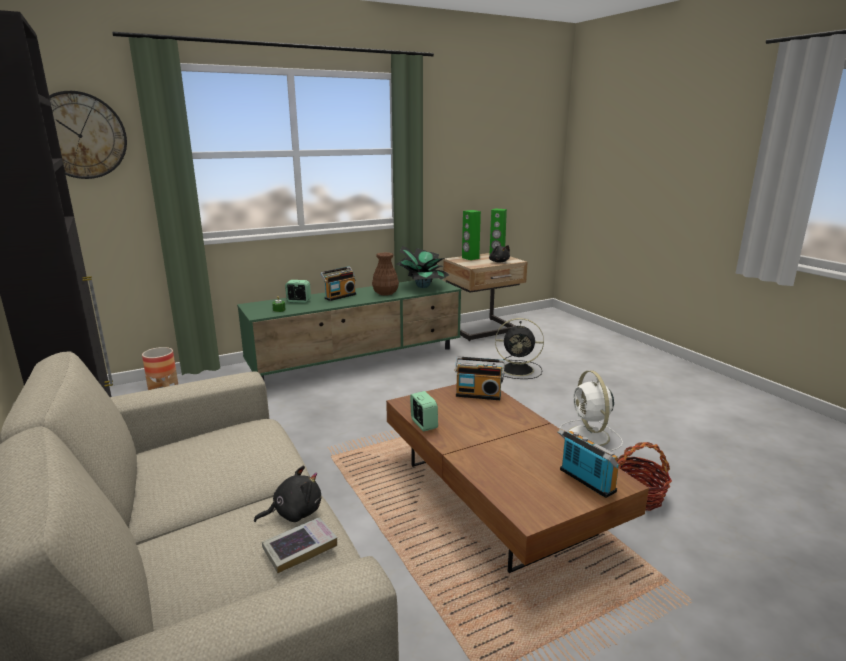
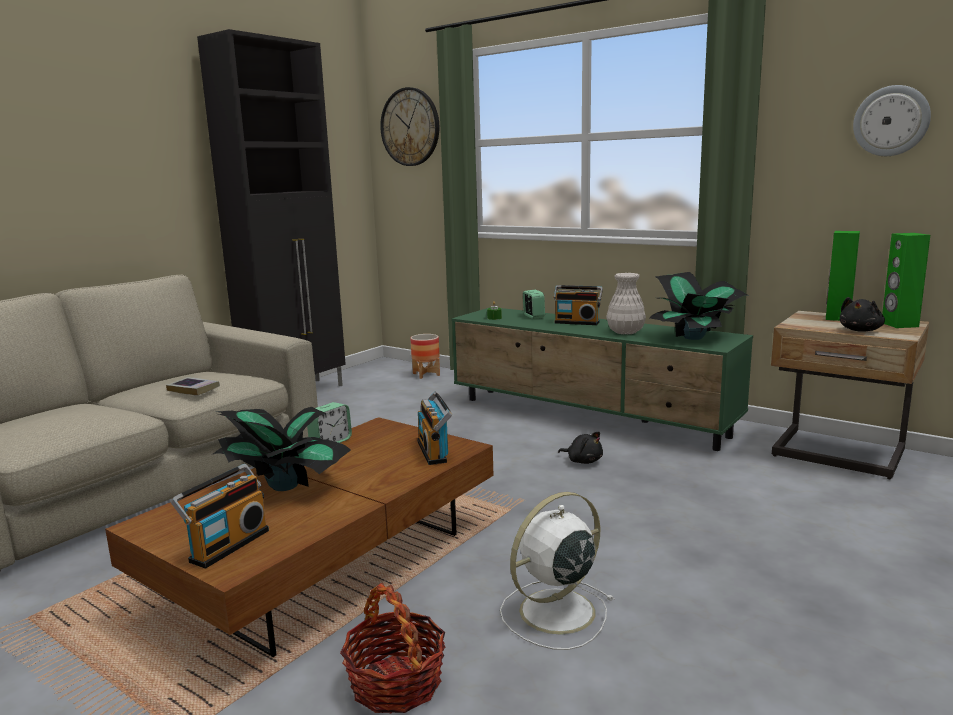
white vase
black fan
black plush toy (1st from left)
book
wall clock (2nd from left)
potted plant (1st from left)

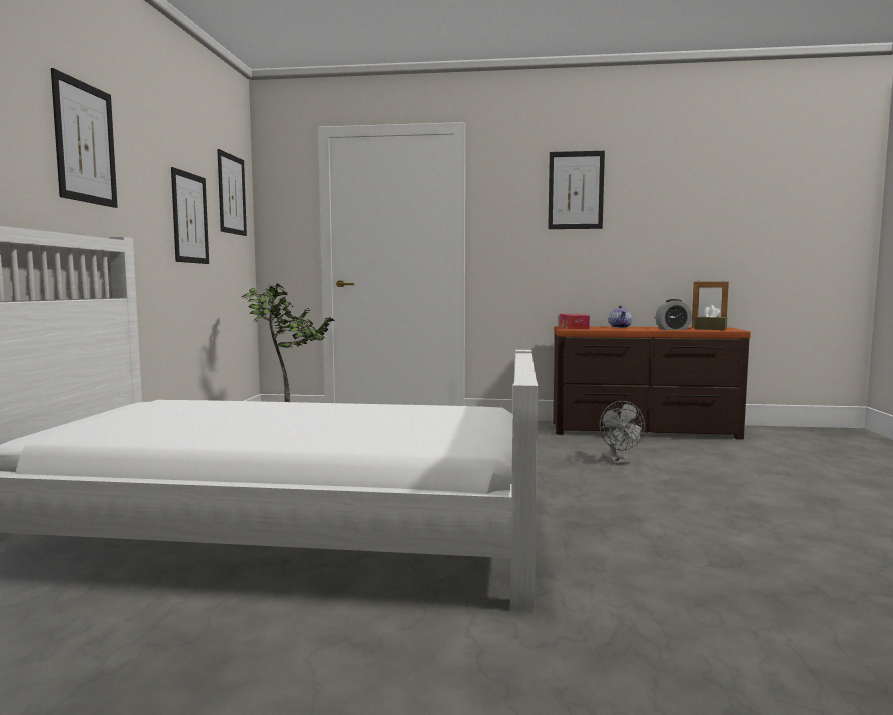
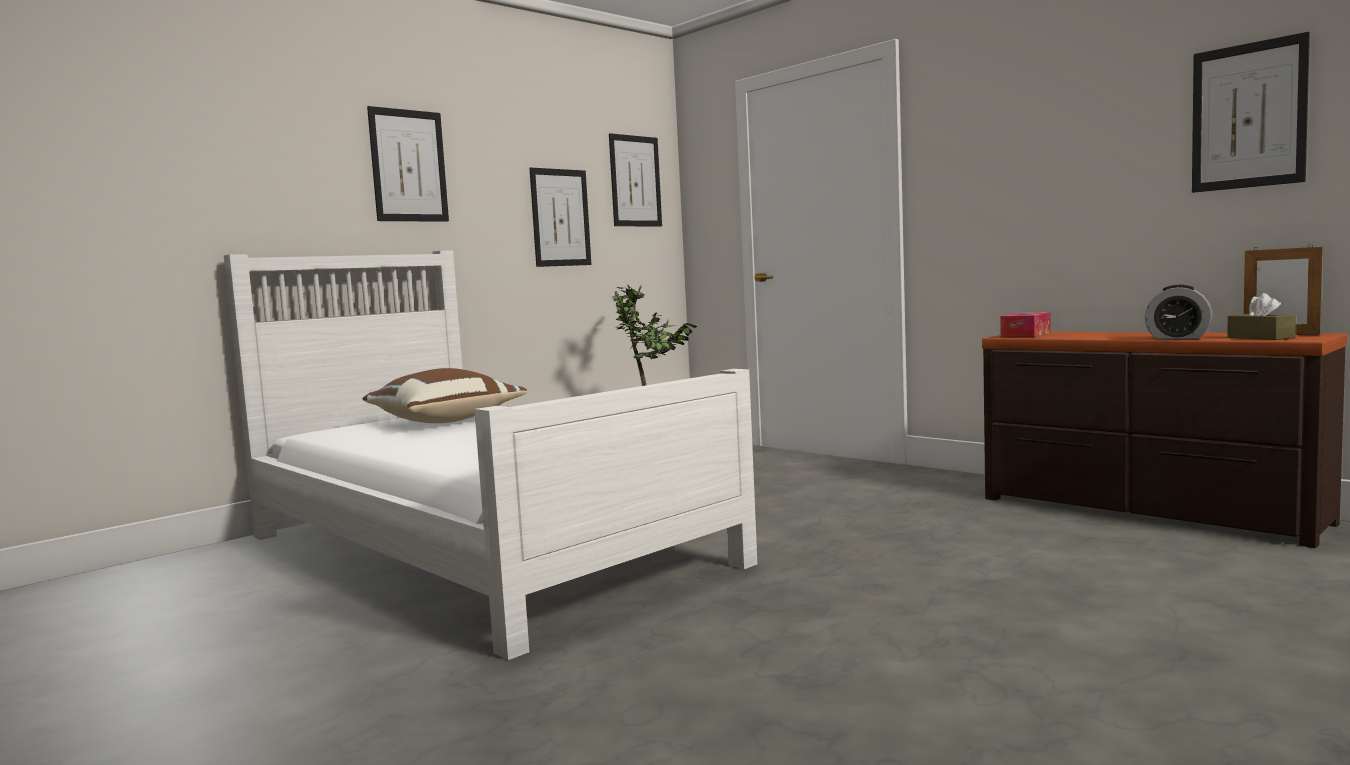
picture (4th from left)
teapot
grey fan
brown pillow

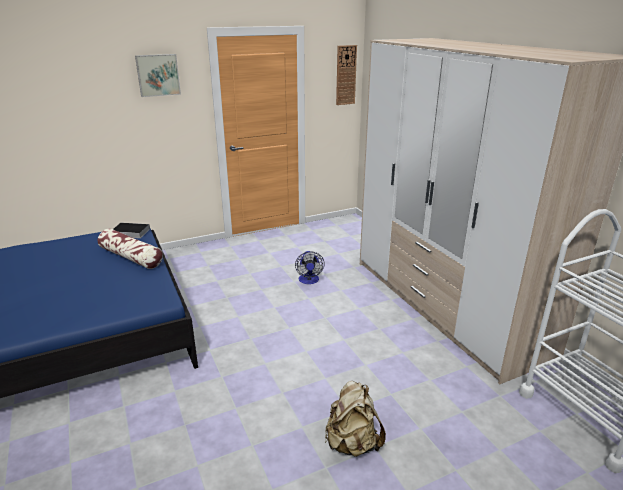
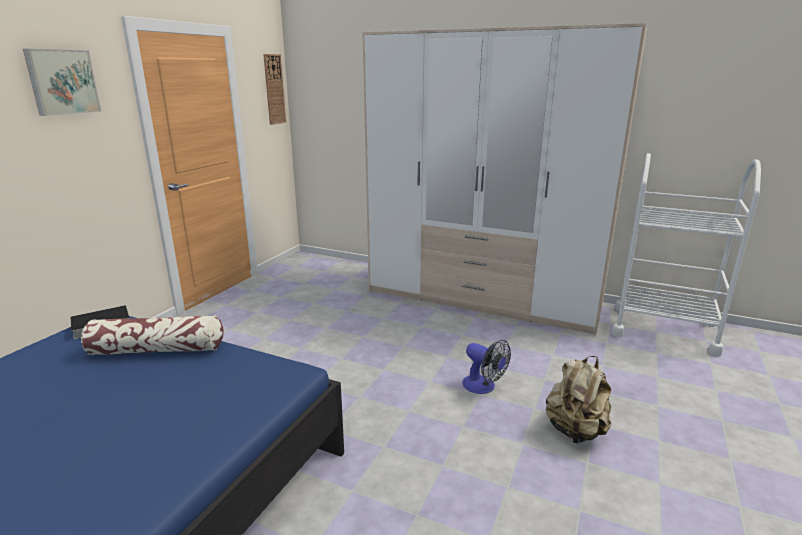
fan

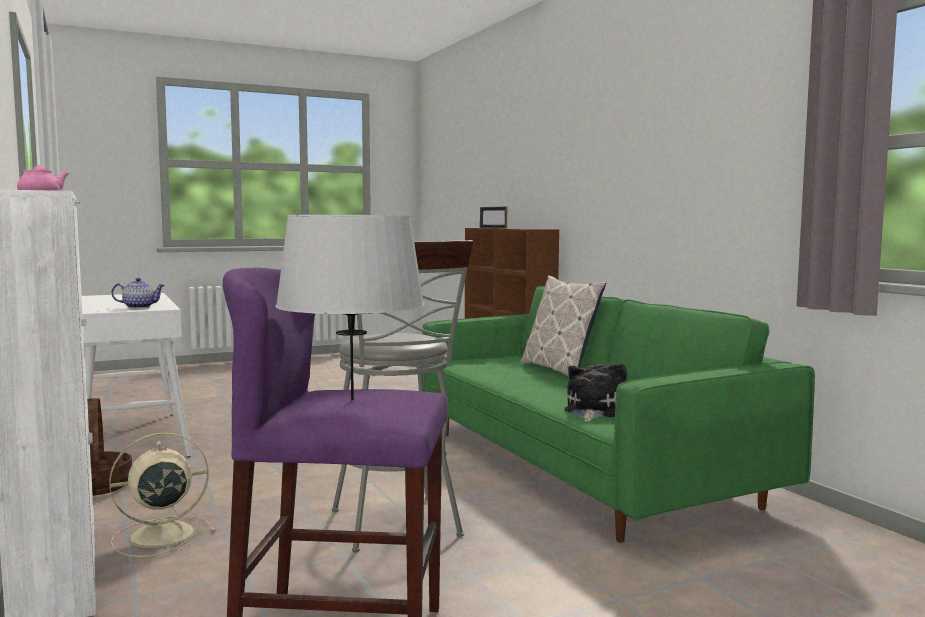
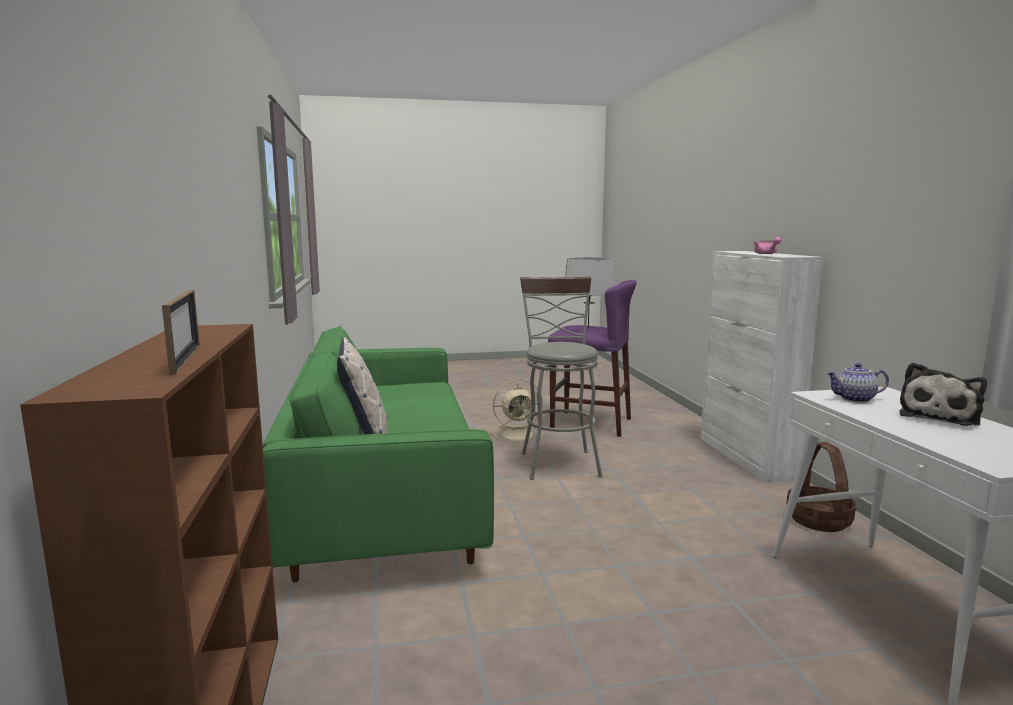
plush toy
beige fan

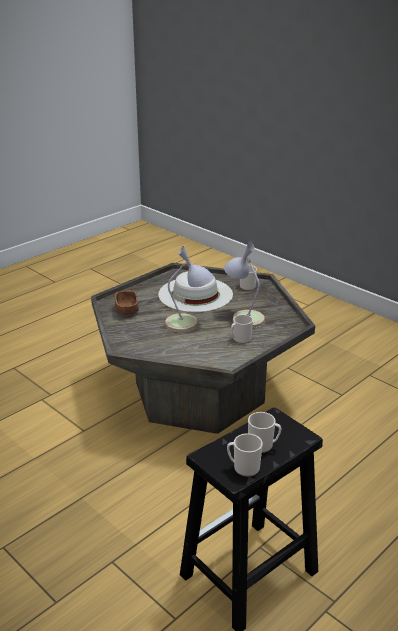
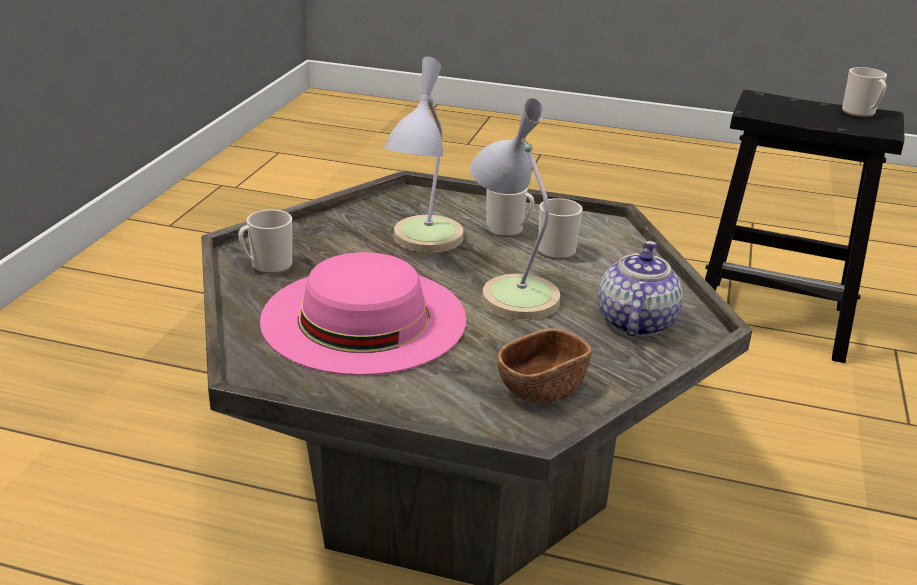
pink hat
mug (3rd from left)
teapot

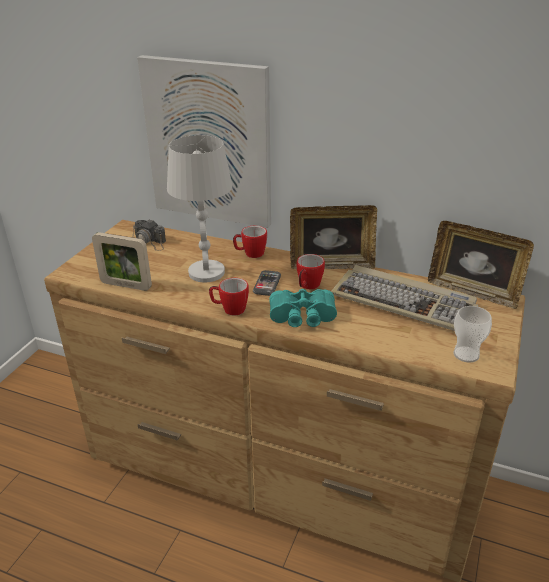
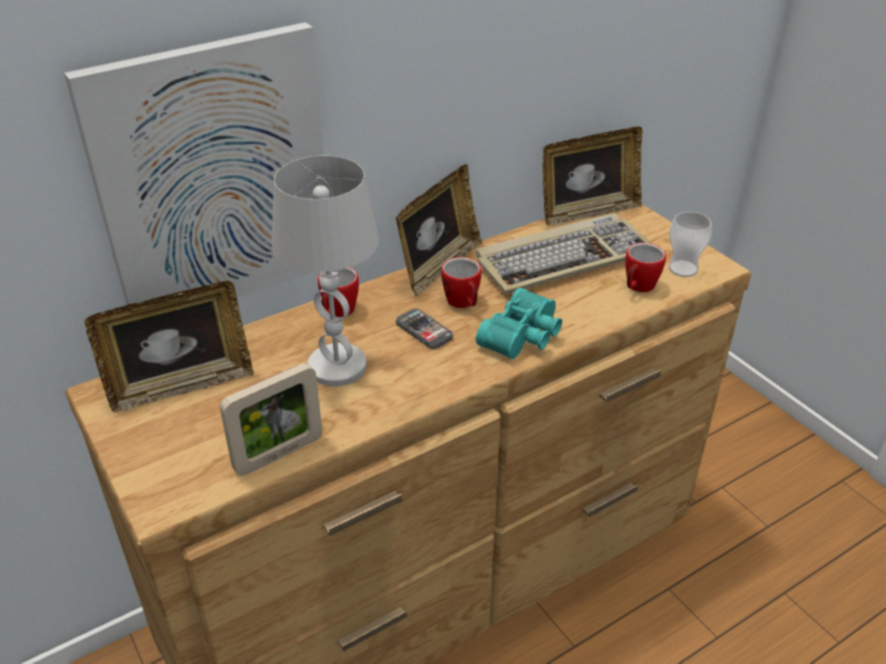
picture frame (1st from left)
mug (3rd from left)

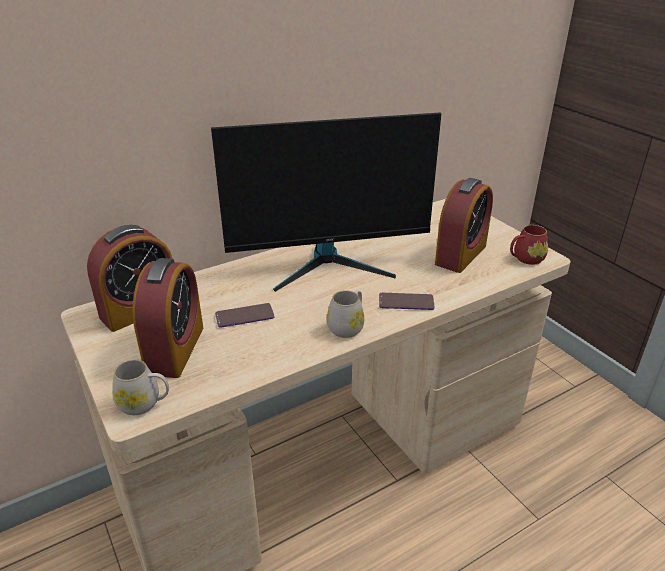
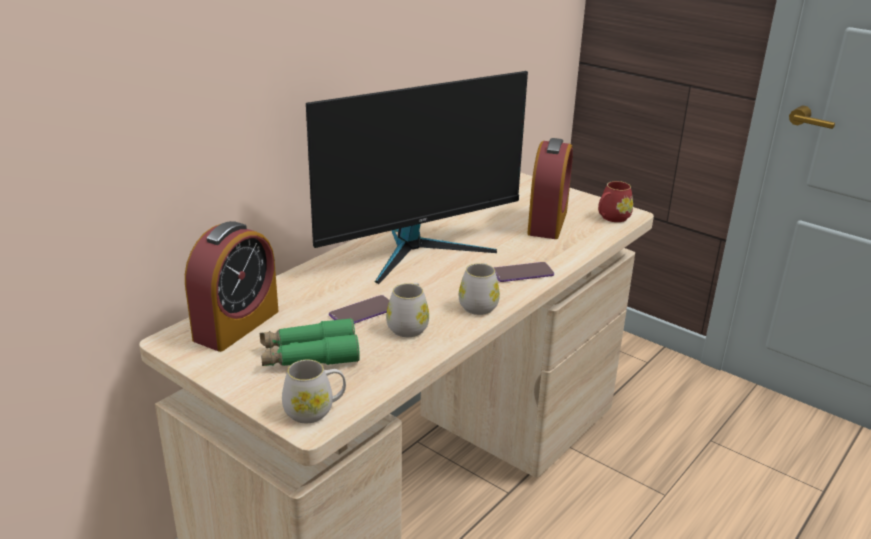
green binoculars
white mug (2nd from left)

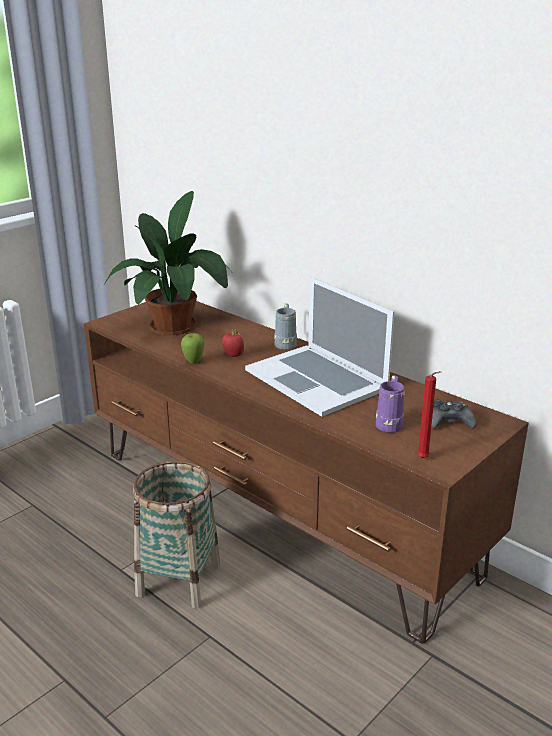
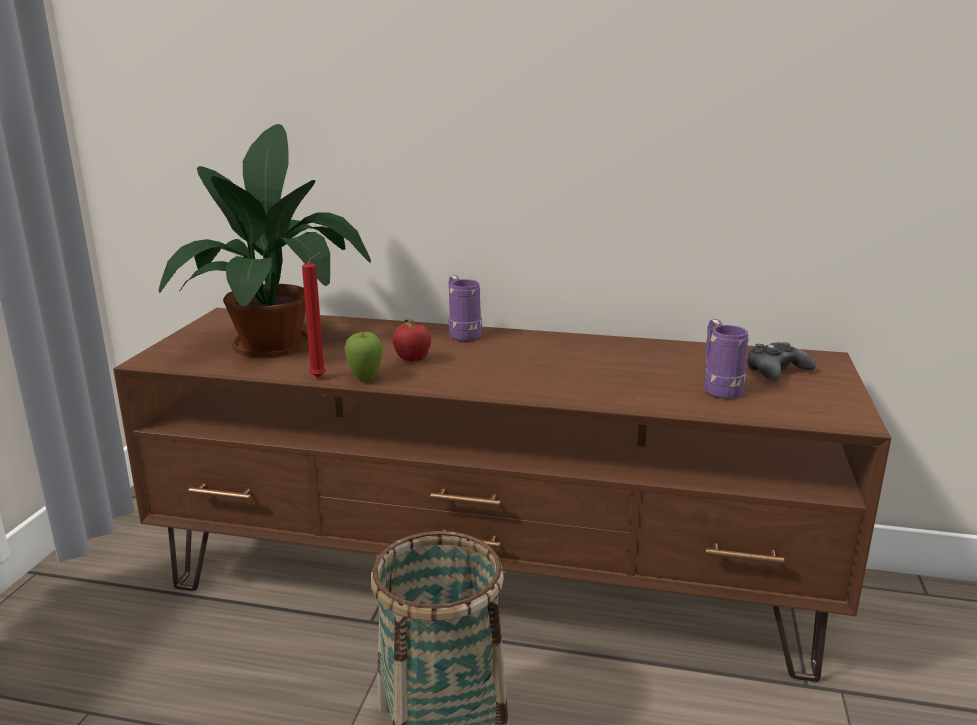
laptop
purple mug (1st from left)
red candle

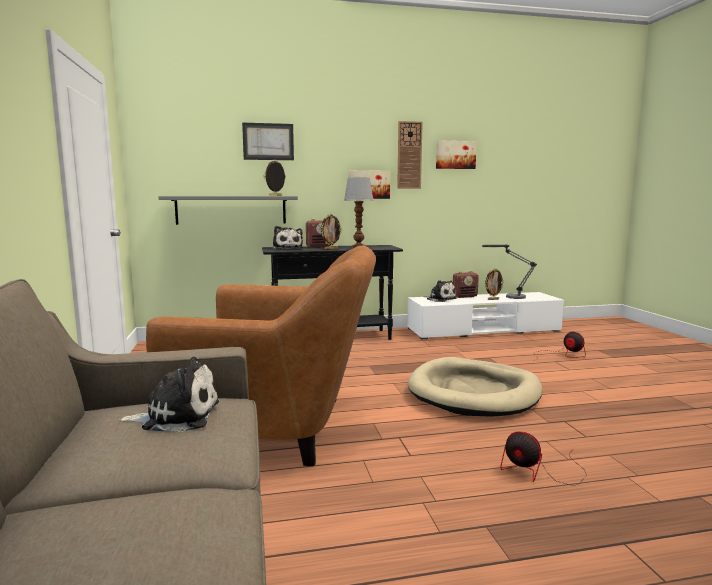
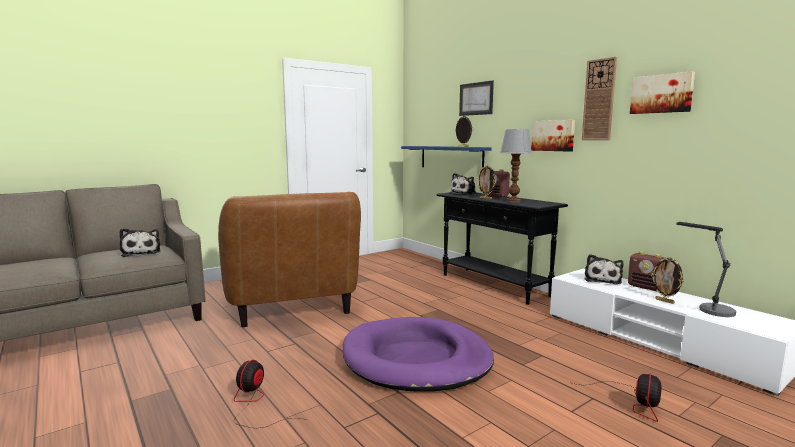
blue shelf
purple dog bed

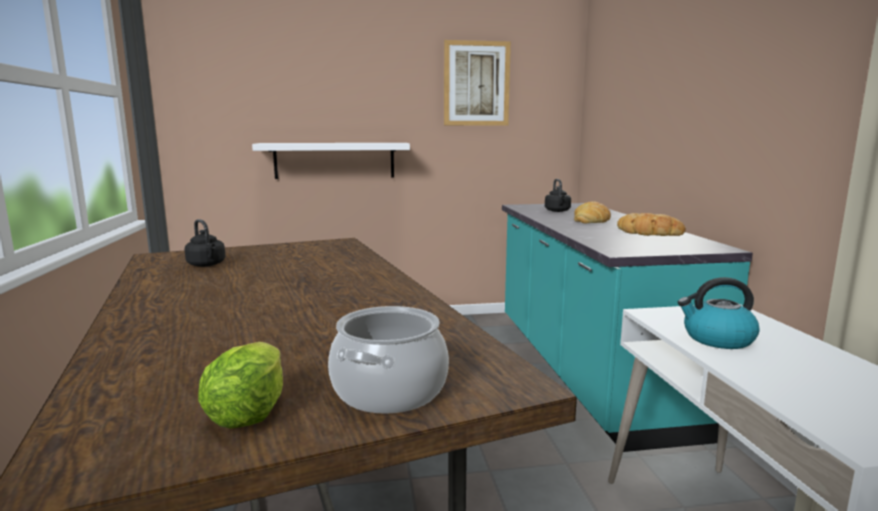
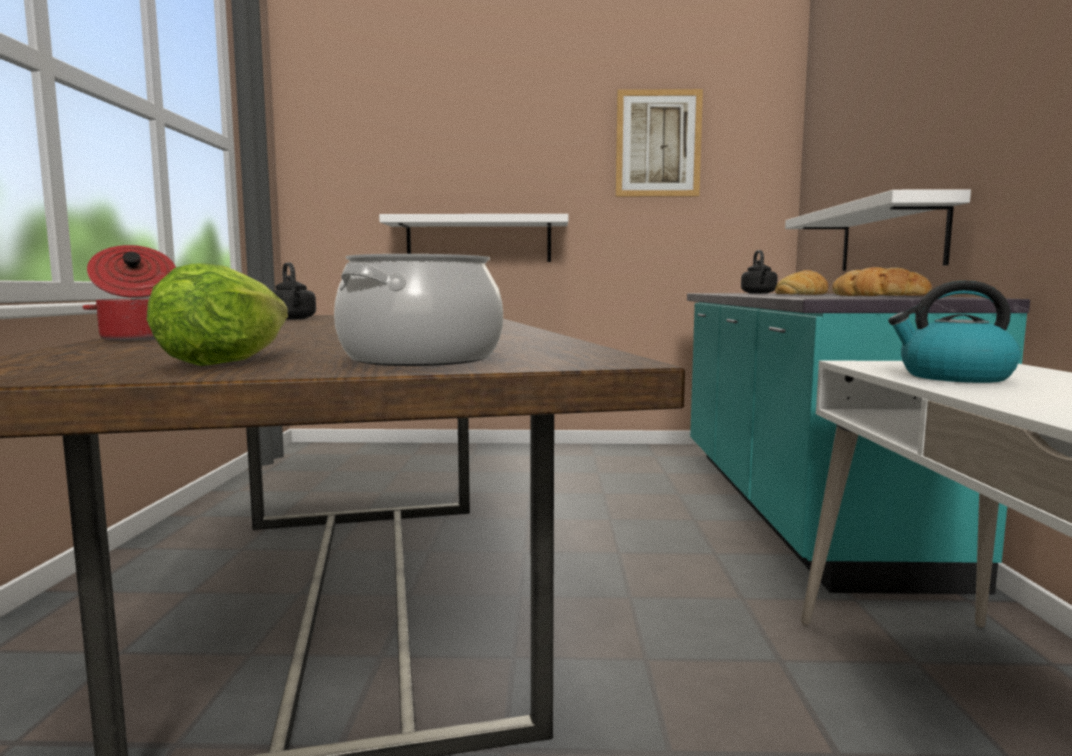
white shelf (2nd from left)
cooking pot (1st from left)

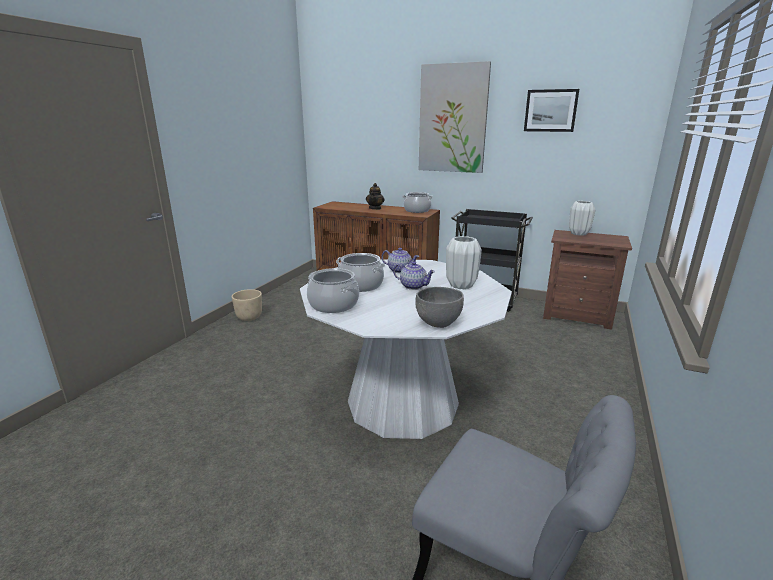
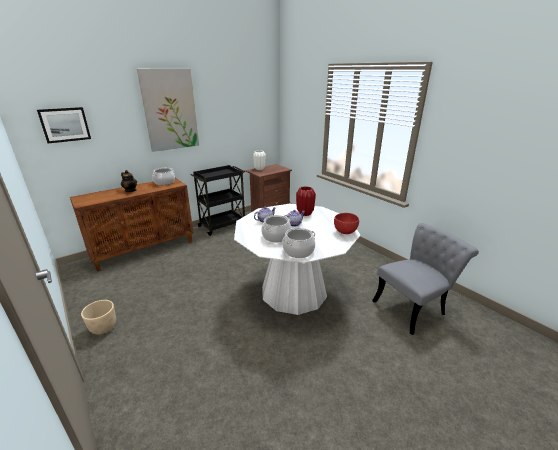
picture (1st from left)
red vase
red bowl

